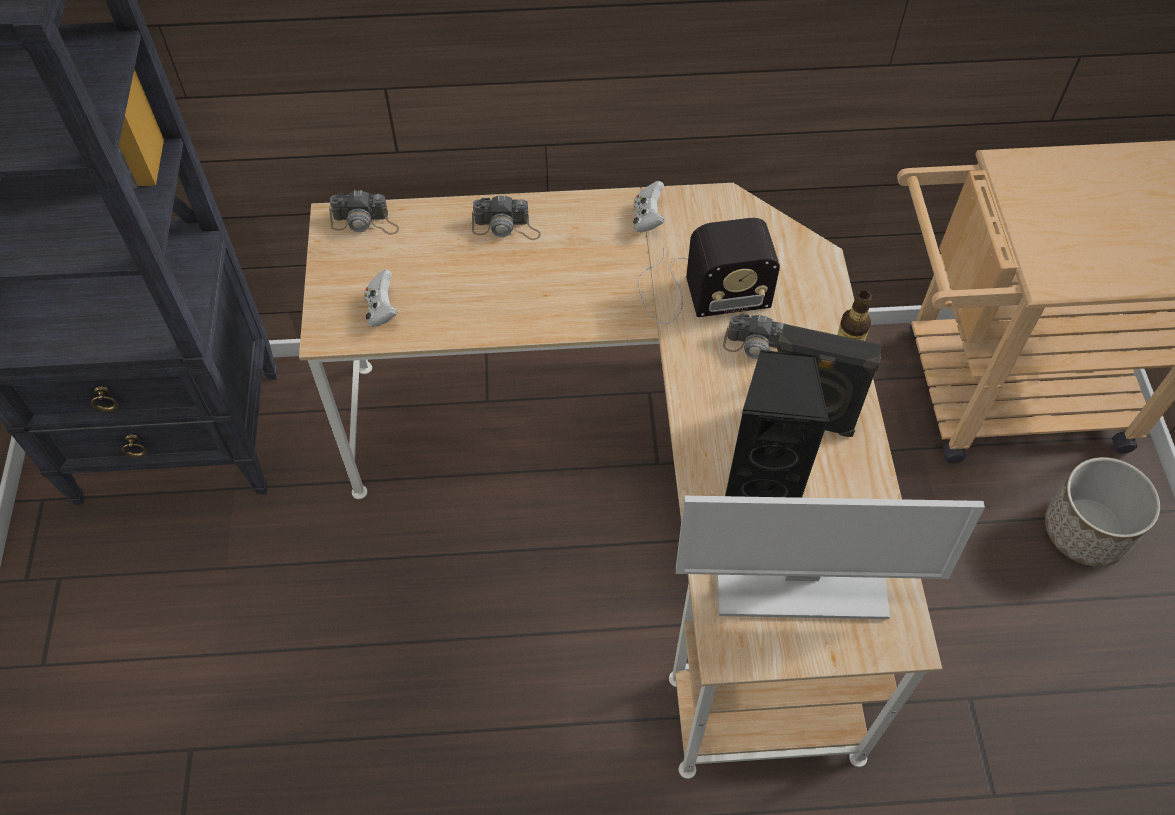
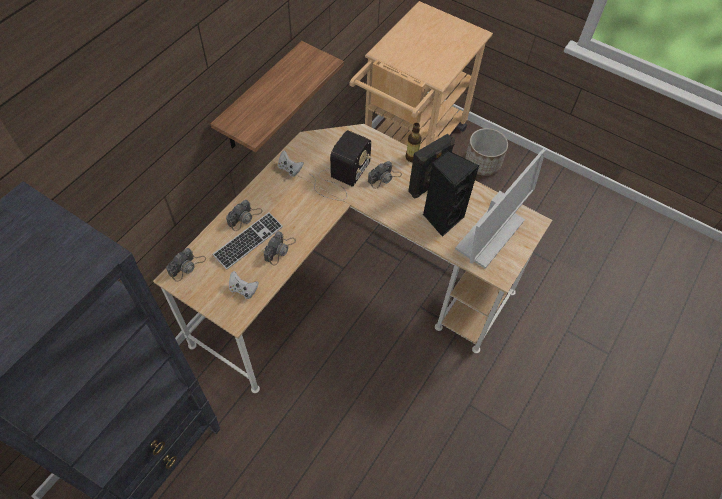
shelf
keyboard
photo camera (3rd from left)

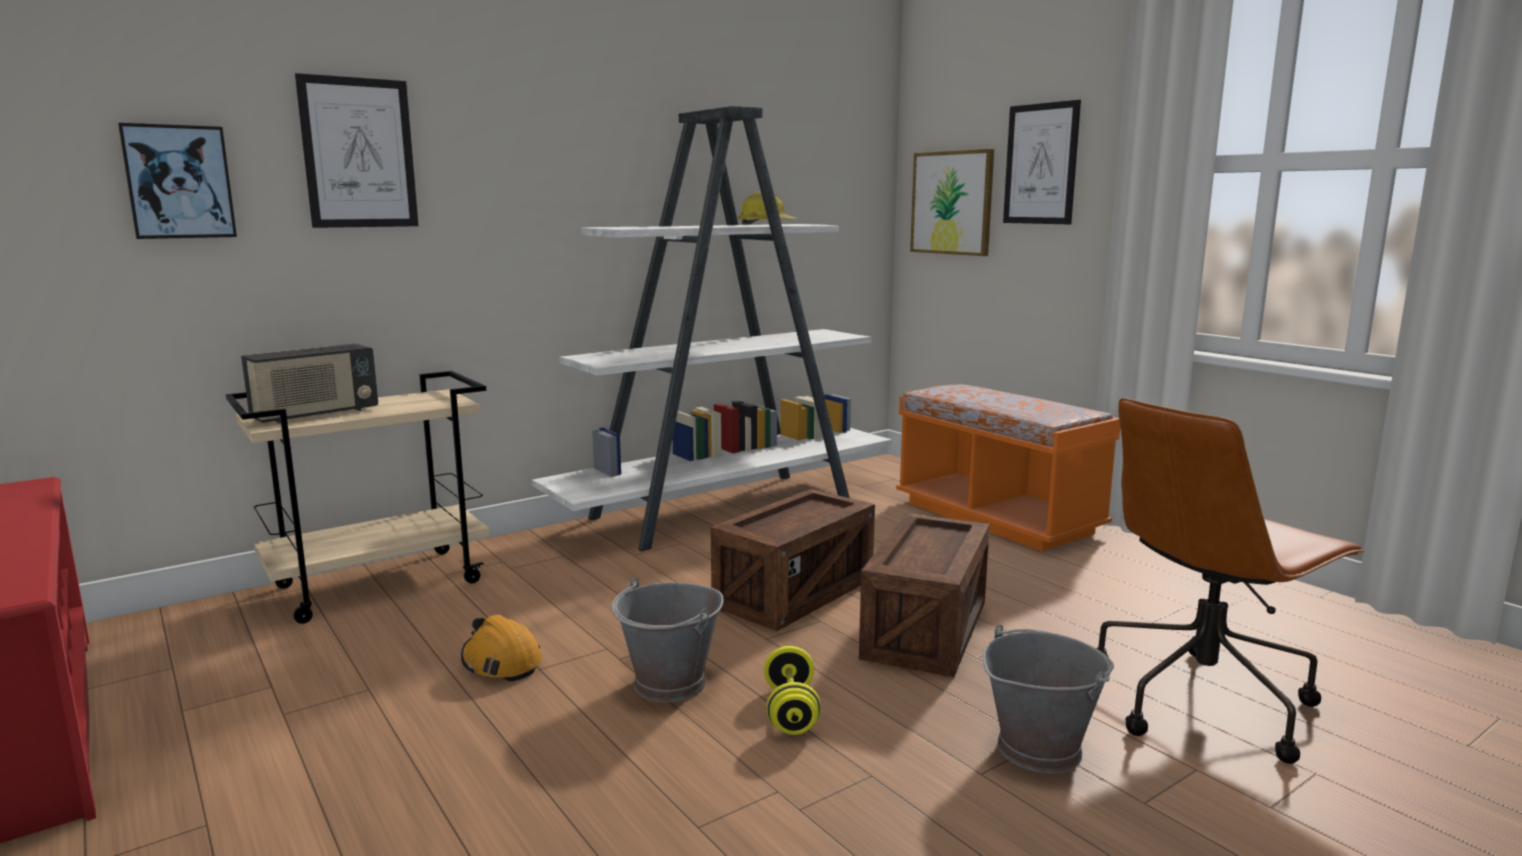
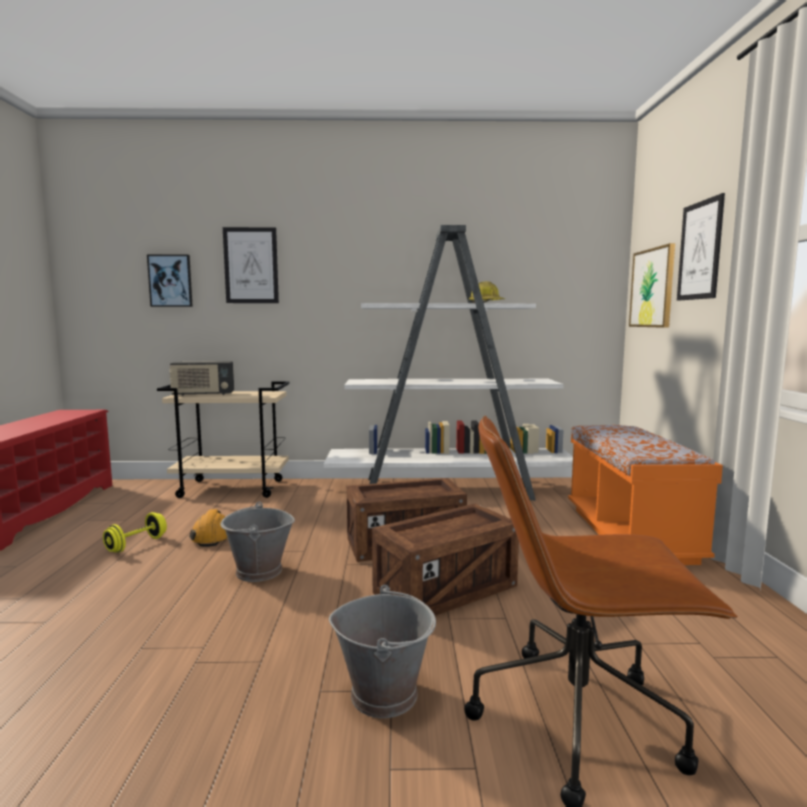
yellow dumbbell

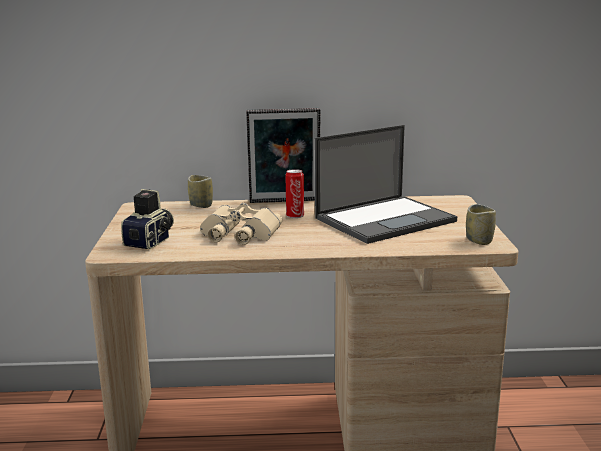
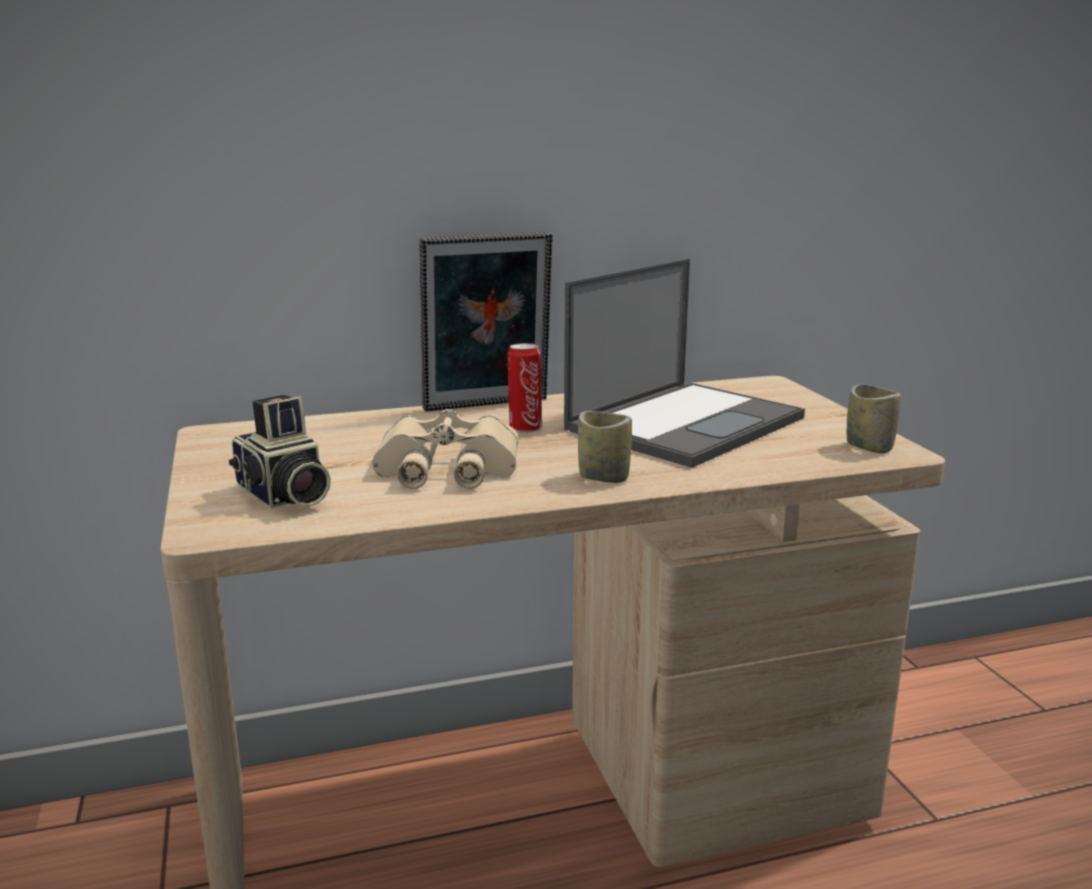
cup (1st from left)
photo camera

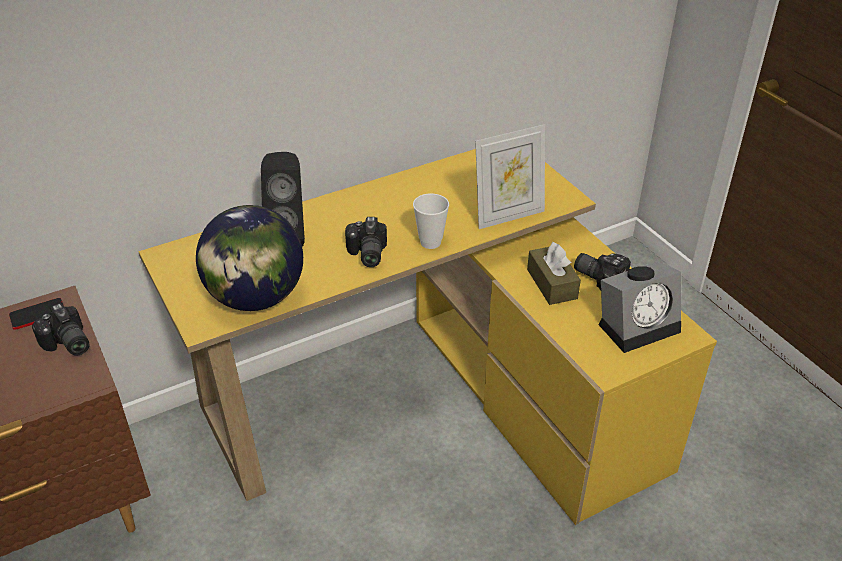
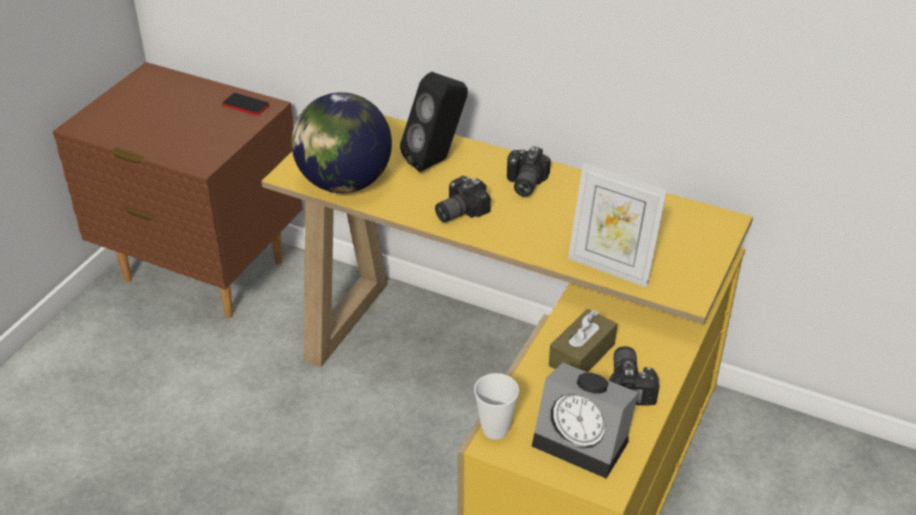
cup
photo camera (2nd from left)

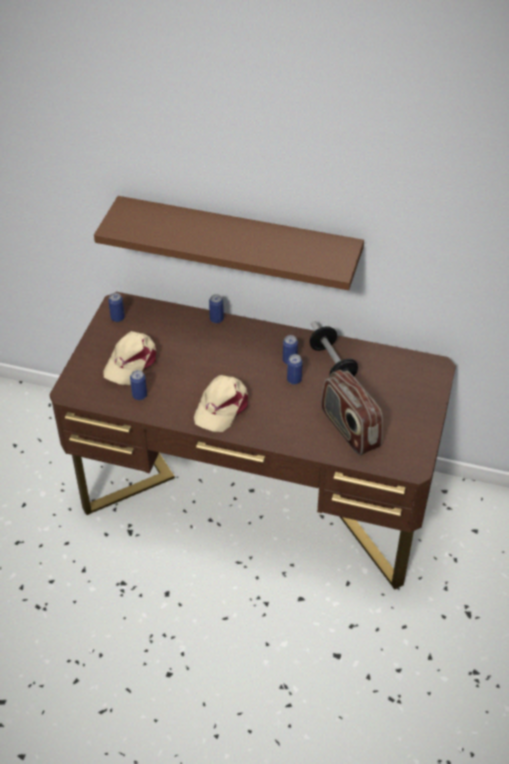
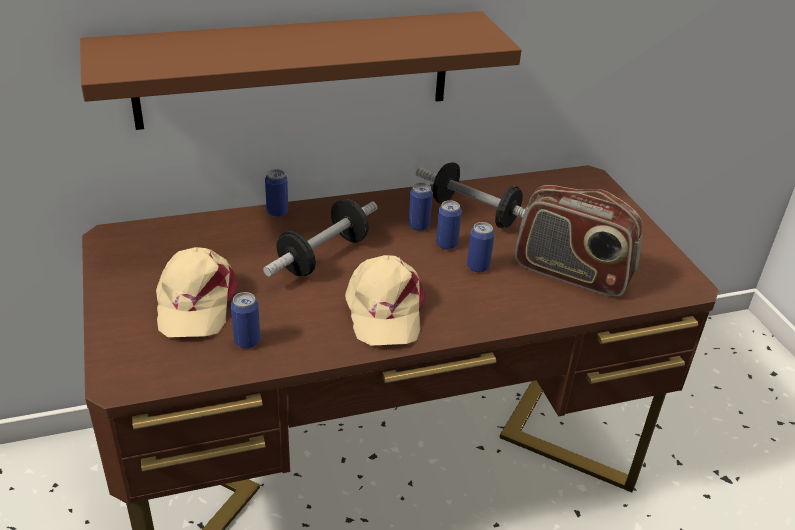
can (5th from left)
dumbbell (1st from left)

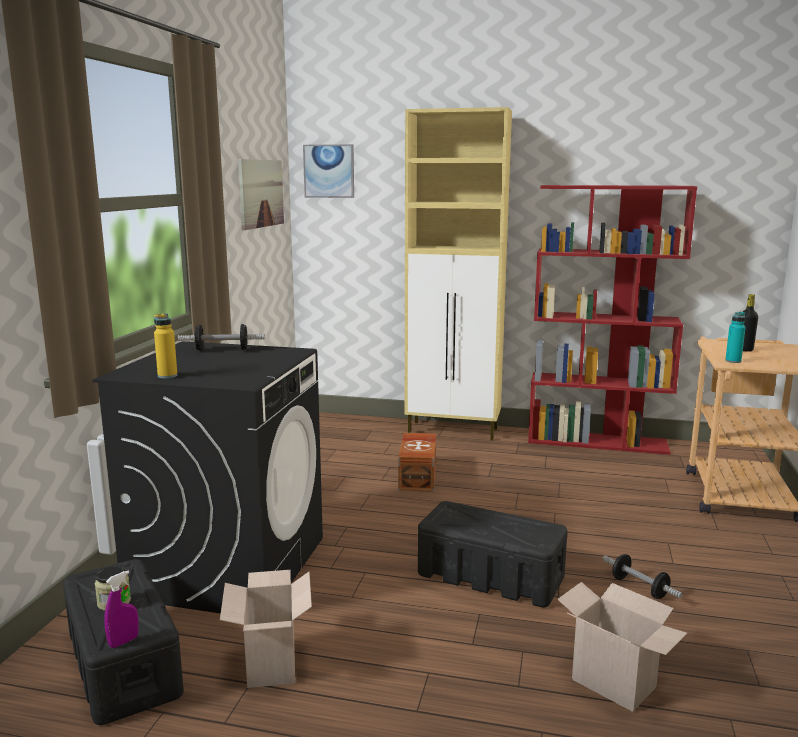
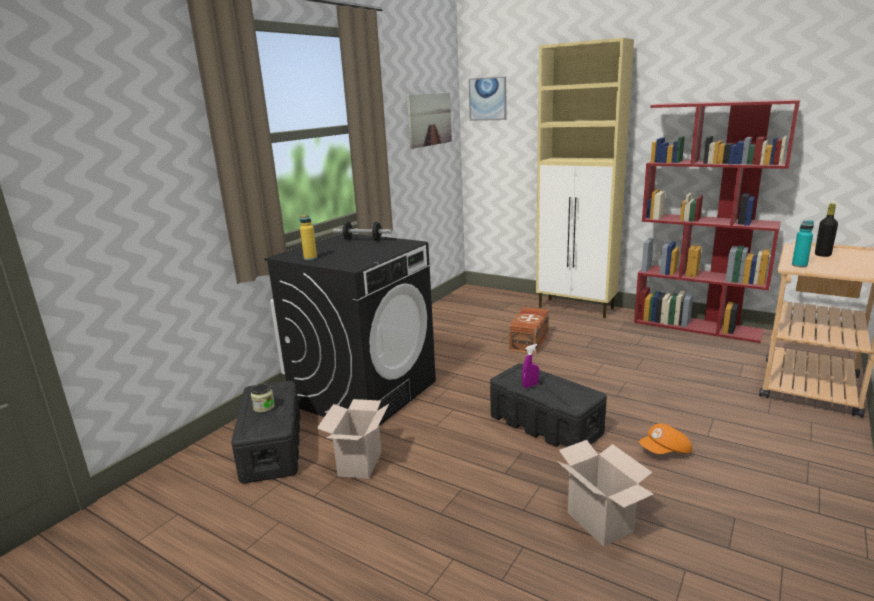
orange cap
purple spray bottle

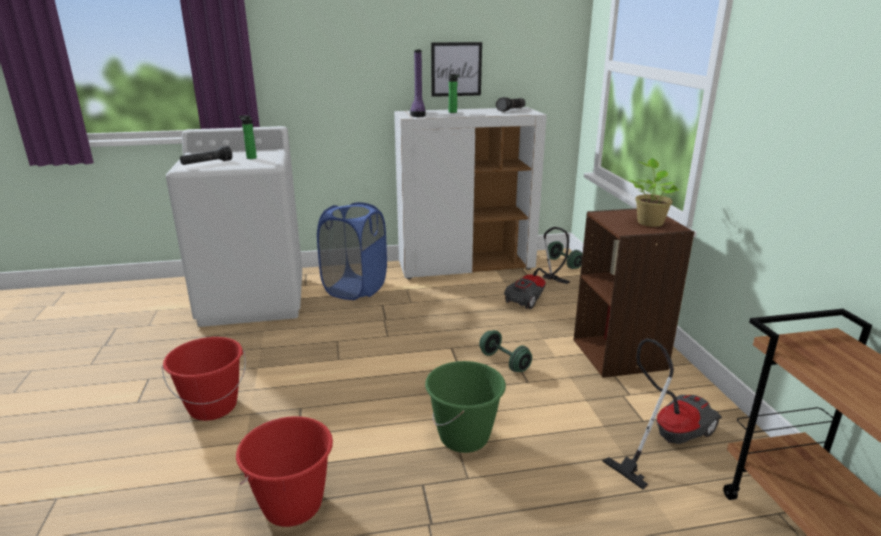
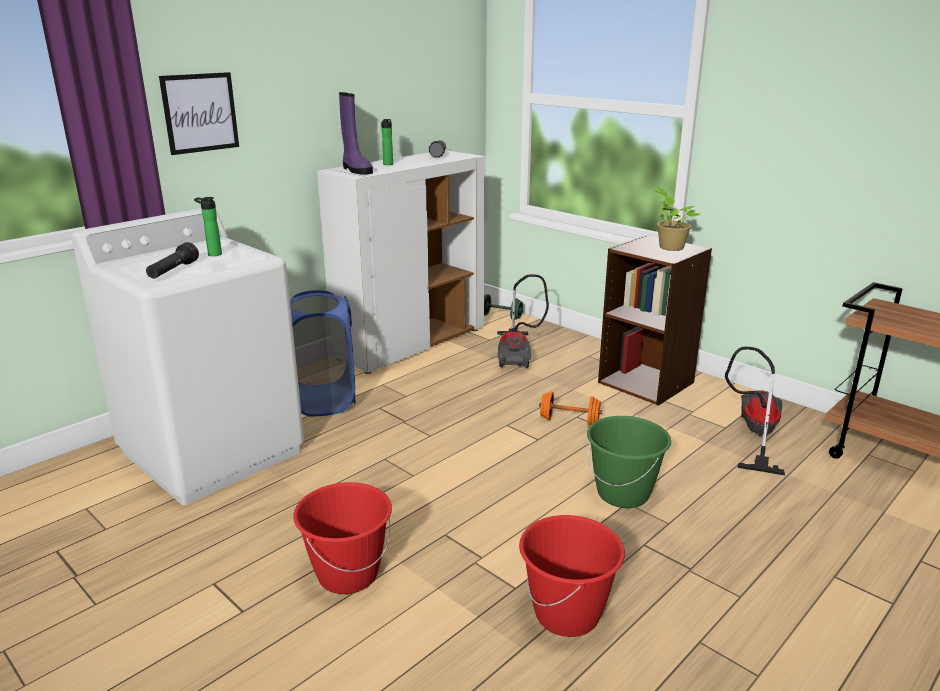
picture
orange dumbbell

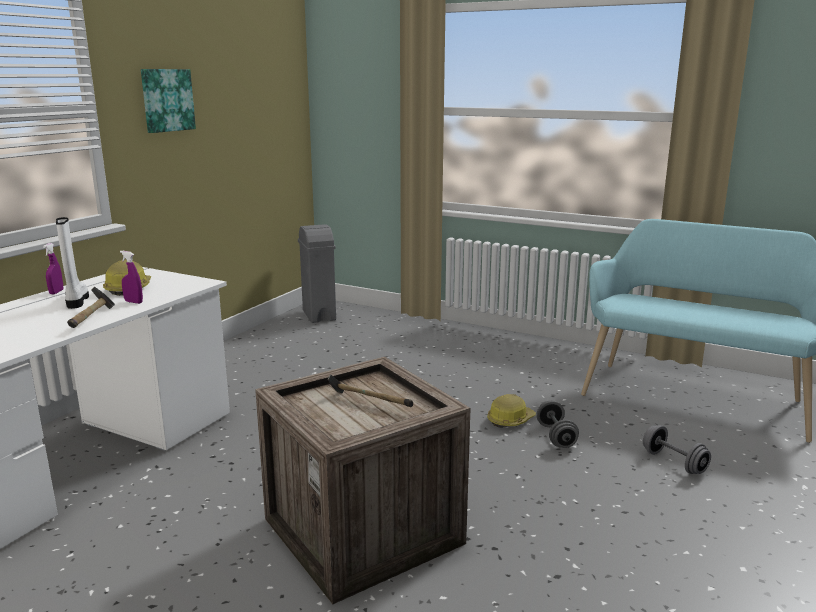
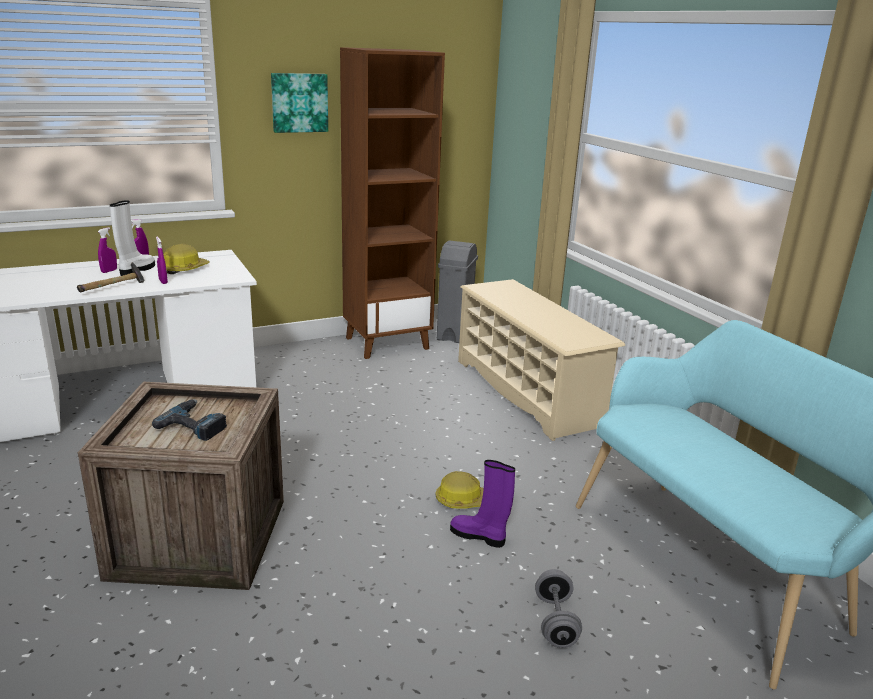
power drill
purple boot
brown bookcase
purple spray bottle (1st from left)
beige shoe rack

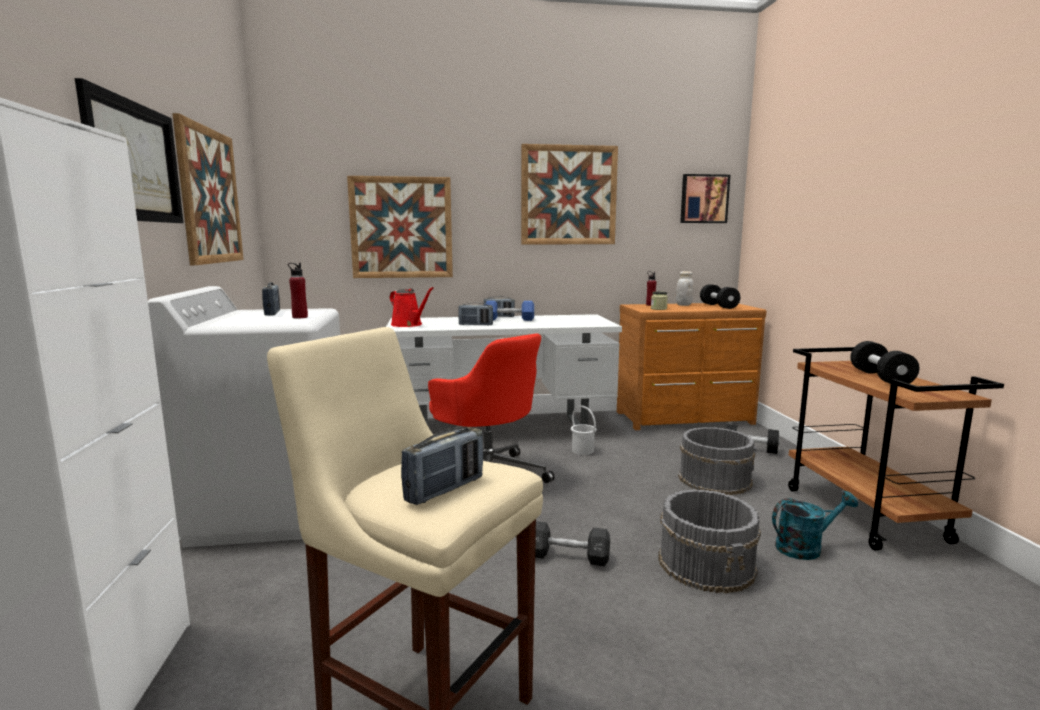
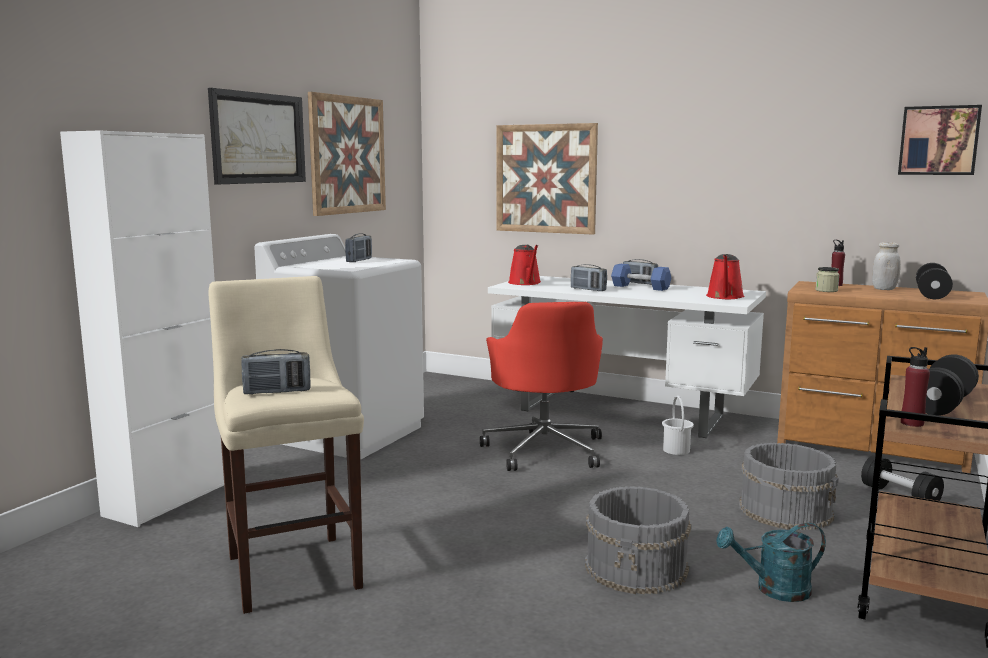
picture (4th from left in the first image)
red bottle (2nd from left)
turquoise watering can
black dumbbell (1st from left in the first image)
red watering can (2nd from left)

